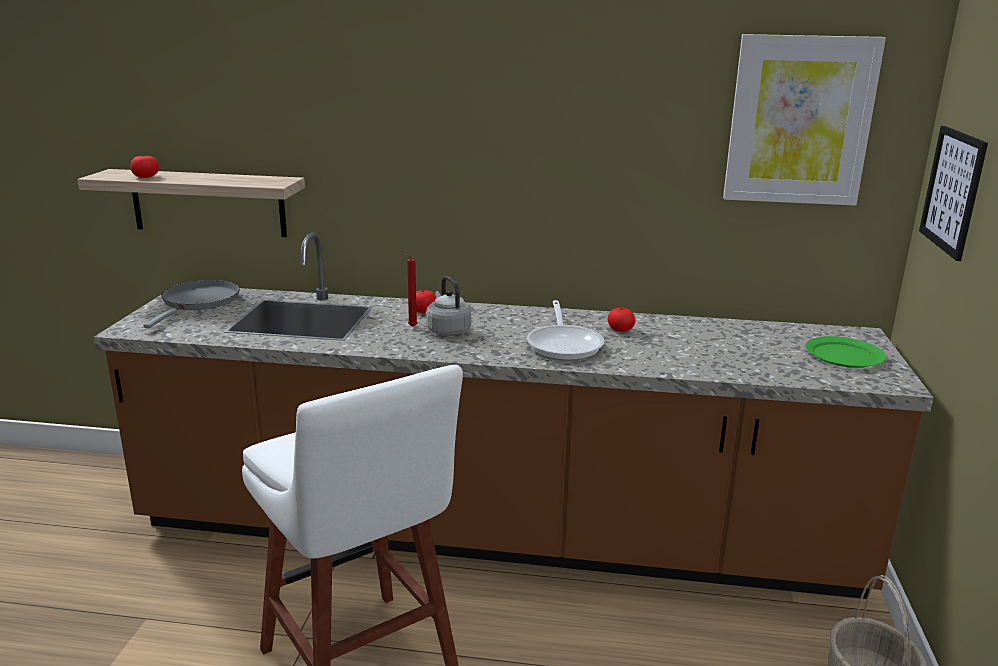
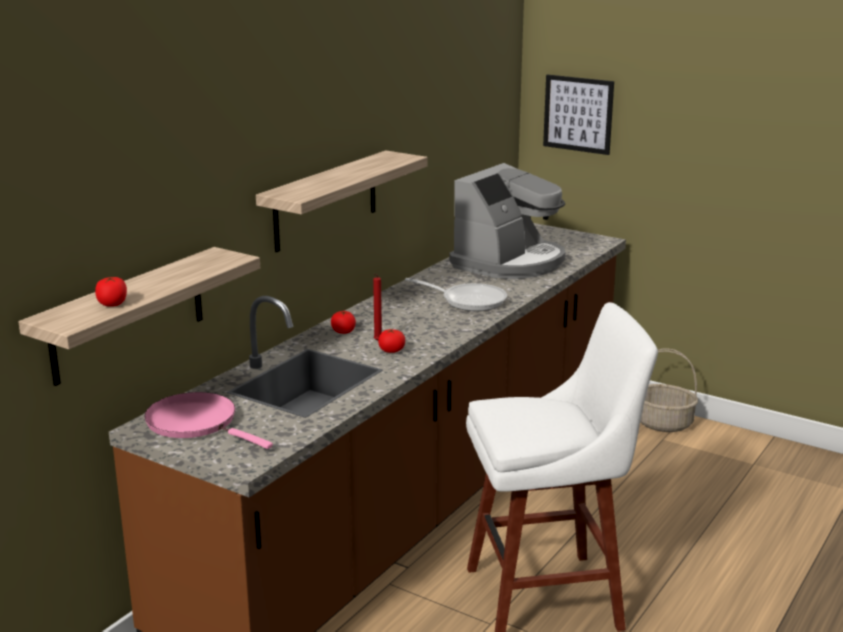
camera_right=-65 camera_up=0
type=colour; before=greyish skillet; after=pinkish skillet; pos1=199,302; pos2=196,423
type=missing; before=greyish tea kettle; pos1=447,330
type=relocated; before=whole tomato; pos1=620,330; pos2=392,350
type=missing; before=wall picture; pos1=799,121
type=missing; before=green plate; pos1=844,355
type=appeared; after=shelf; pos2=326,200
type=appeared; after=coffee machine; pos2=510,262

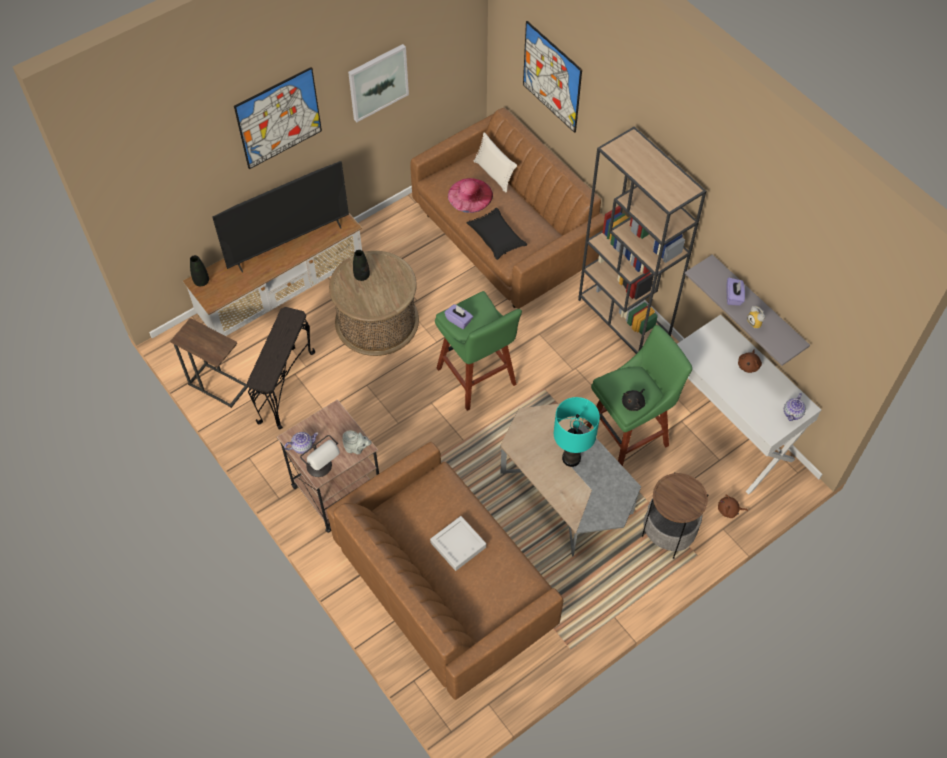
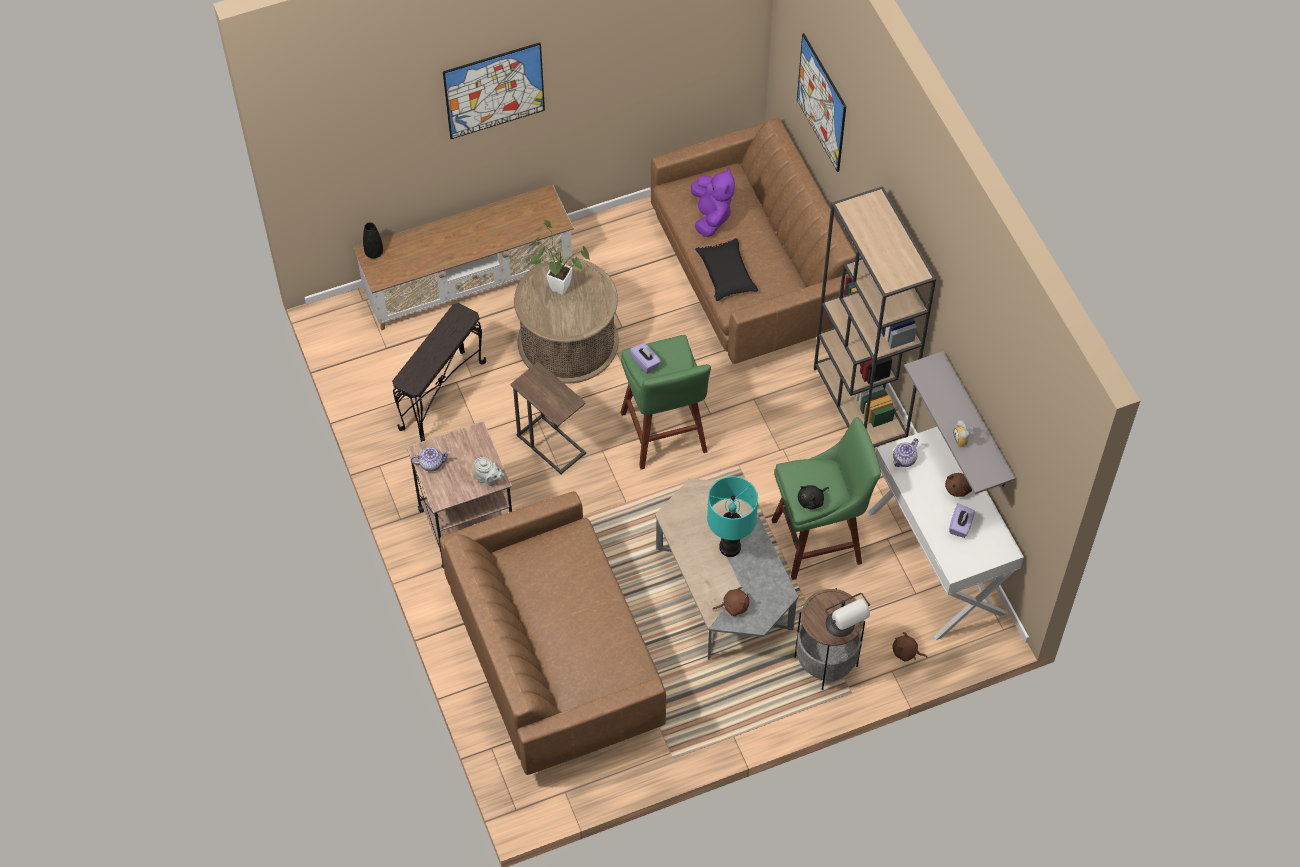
camera_right=15 camera_up=0
type=relocated; before=brownish side table; pos1=217,385; pos2=550,444
type=missing; before=TV set; pos1=289,244
type=relocated; before=lamp for a table; pos1=323,469; pos2=844,628
type=missing; before=wall picture; pos1=378,82
type=exchanged; before=blackish flower vase; after=potted plant; pos1=362,276; pos2=556,286
type=missing; before=greyish serving tray; pos1=458,545
type=exchanged; before=pinkish hat; after=purplish cuddly toy; pos1=470,195; pos2=711,216
type=missing; before=white-coloured cushion; pos1=494,174
type=relocated; before=purplish tissue box; pos1=733,297; pos2=960,526
type=relocated; before=teapot; pos1=793,413; pos2=904,460
type=appeared; after=brownish cuddly toy; pos2=733,606

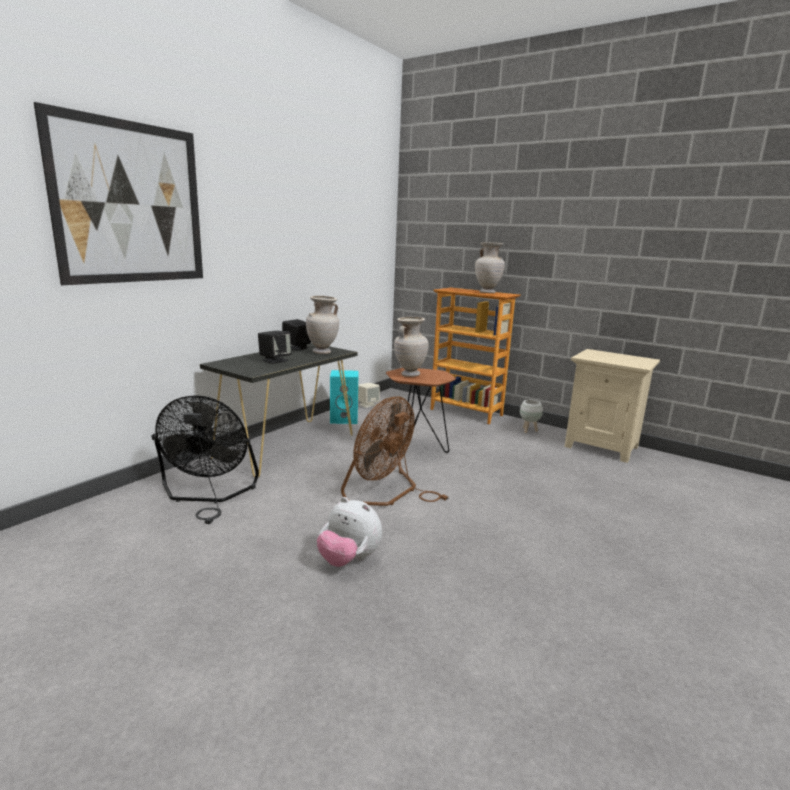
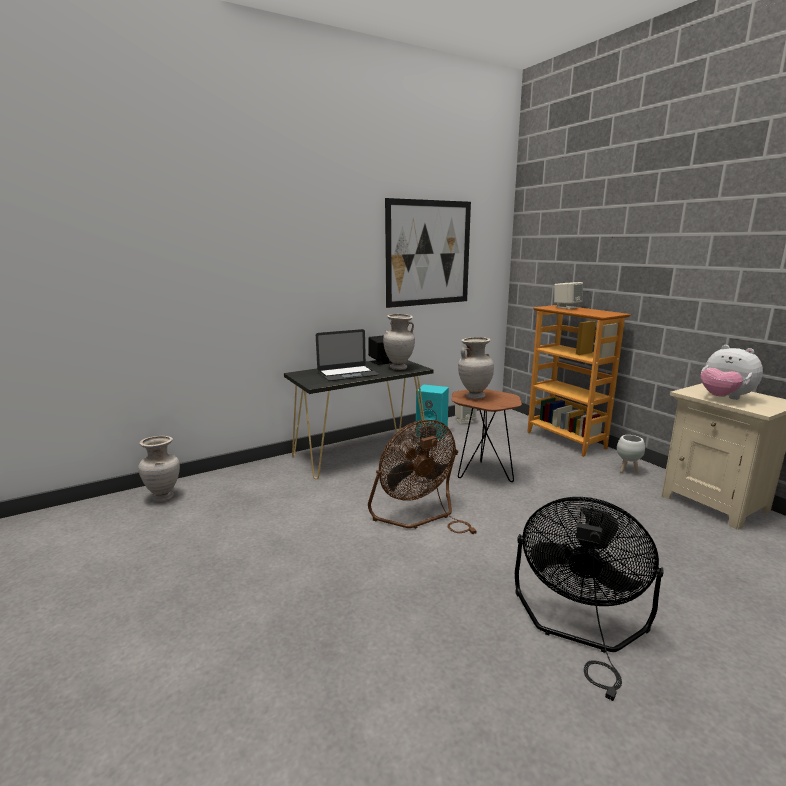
camera_right=25 camera_up=0
type=relocated; before=wall picture; pos1=131,203; pos2=428,253
type=relocated; before=blackish cooling fan; pos1=205,495; pos2=581,630
type=exchanged; before=blackish speaker; after=laptop; pos1=275,360; pos2=347,373
type=relocated; before=cuddly toy; pos1=349,560; pos2=724,398
type=relocated; before=sand-coloured flower vase; pos1=487,293; pos2=164,497
type=appeared; after=sand-coloured speaker; pos2=566,307

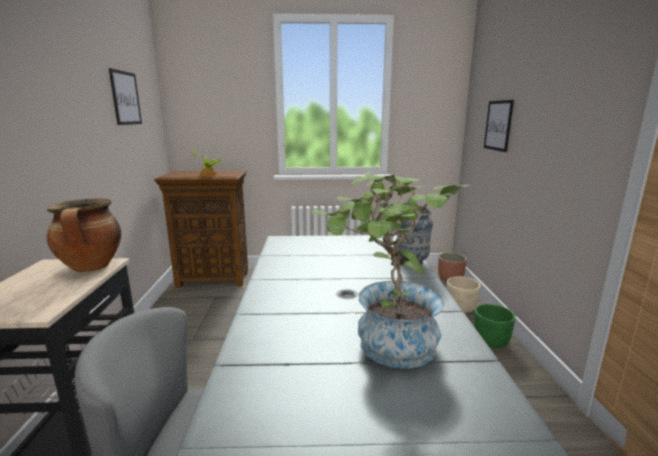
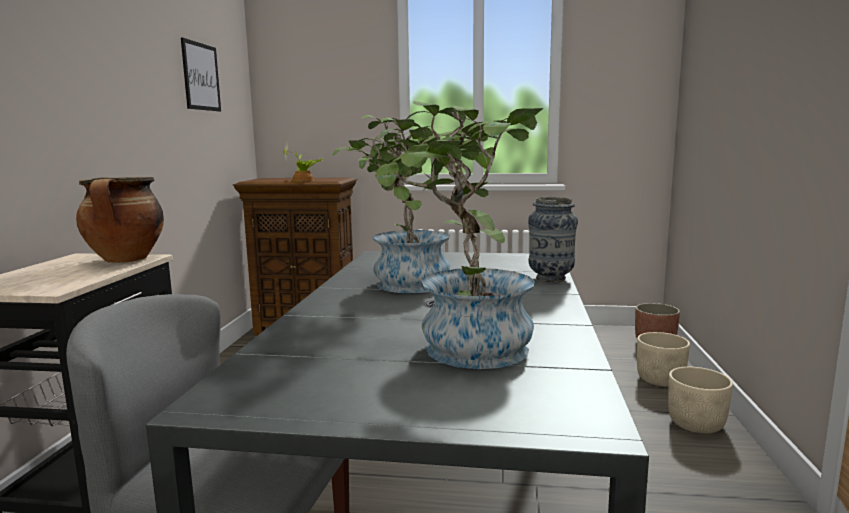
camera_right=10 camera_up=-5
type=colour; before=green planter; after=sand-coloured planter; pos1=490,341; pos2=695,424
type=missing; before=wall picture; pos1=498,125
type=appeared; after=potted plant; pos2=402,282

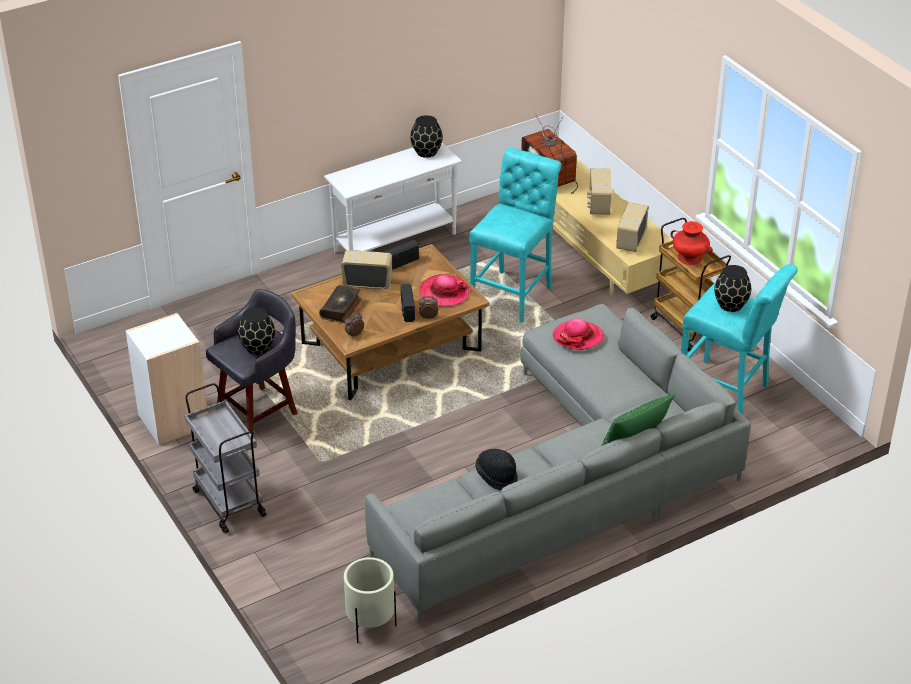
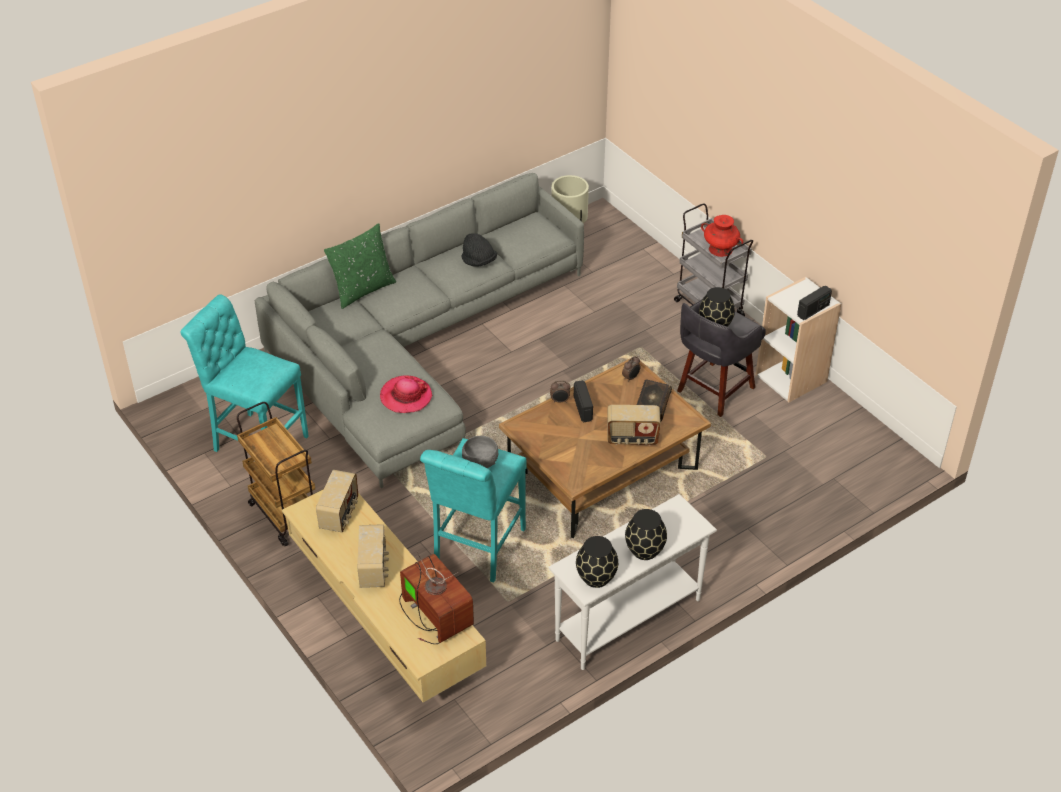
camera_right=175 camera_up=5
type=relocated; before=radio set; pos1=401,262; pos2=813,310
type=missing; before=hat; pos1=444,293
type=relocated; before=red flower vase; pos1=689,258; pos2=720,249
type=relocated; before=blackish flower vase; pos1=730,305; pos2=645,550
type=appeared; after=greyish serving bowl; pos2=480,462

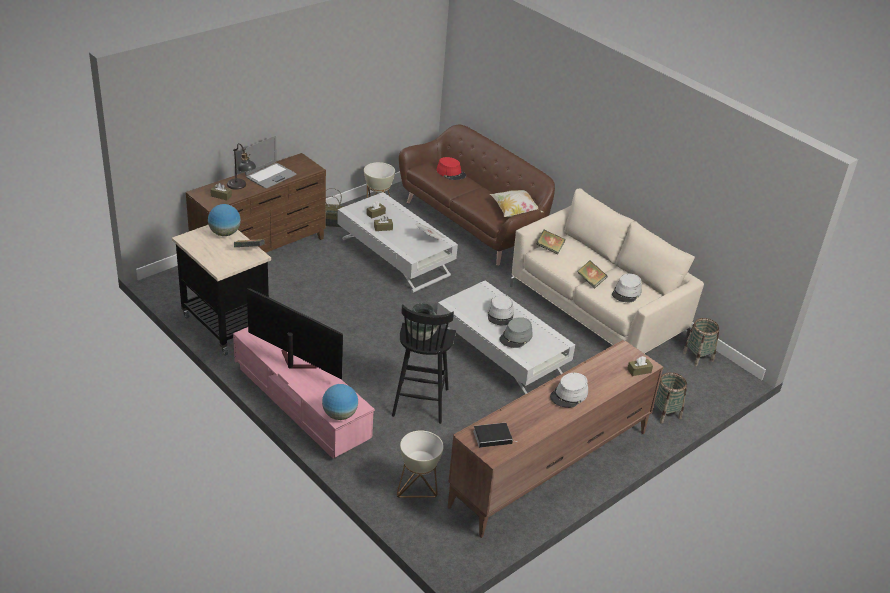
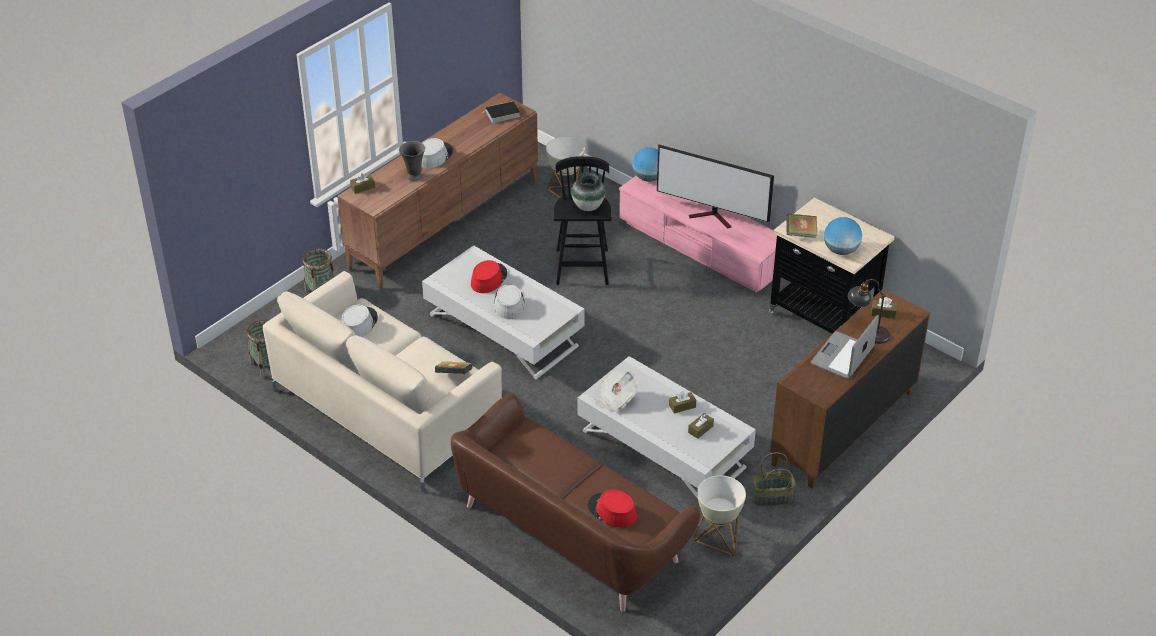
camera_right=175 camera_up=5
type=missing; before=cushion; pos1=515,212
type=colour; before=greyish hat; after=red hat; pos1=516,337; pos2=488,279
type=missing; before=book; pos1=591,281
type=appeared; after=greyish flower vase; pos2=413,177

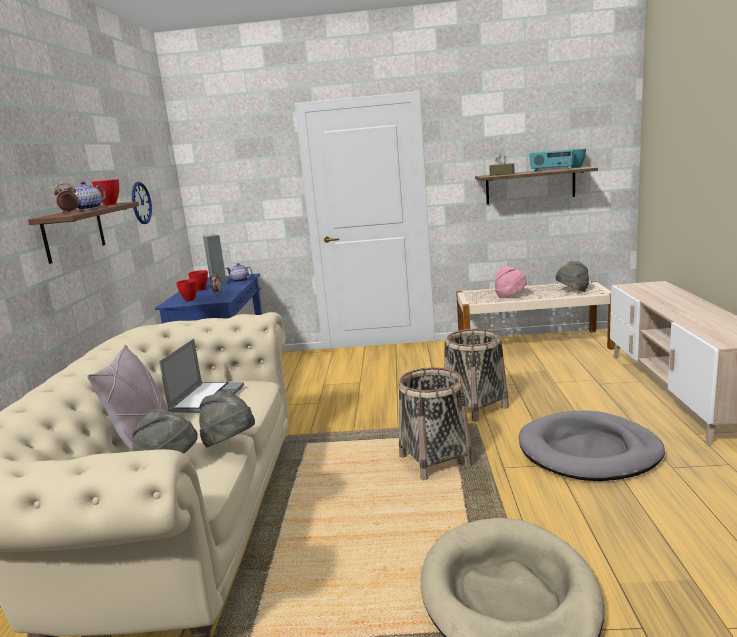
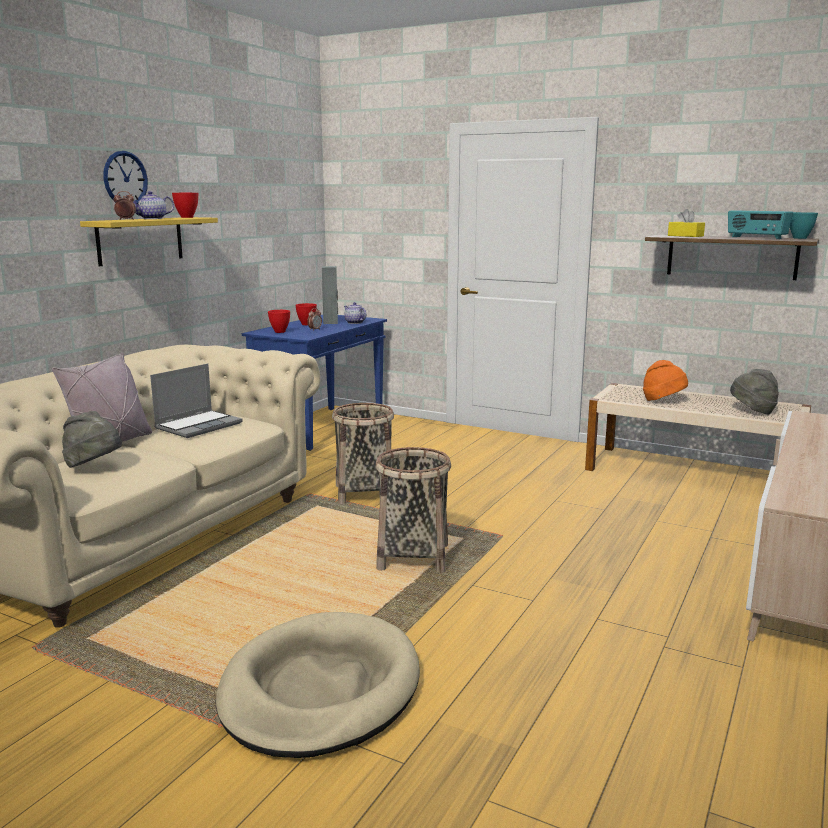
camera_right=25 camera_up=0
type=colour; before=brownish shelf; after=yellowish shelf; pos1=74,232; pos2=140,240
type=relocated; before=hanging clock; pos1=141,203; pos2=125,179
type=missing; before=greyish hat; pos1=231,444
type=relocated; before=storage basket; pos1=475,407; pos2=364,493
type=colour; before=brownish tissue box; after=yellowish tissue box; pos1=502,174; pos2=685,236
type=colour; before=pinkish hat; after=orange hat; pos1=510,296; pos2=663,401
type=missing; before=greyish dog cushion; pos1=589,451

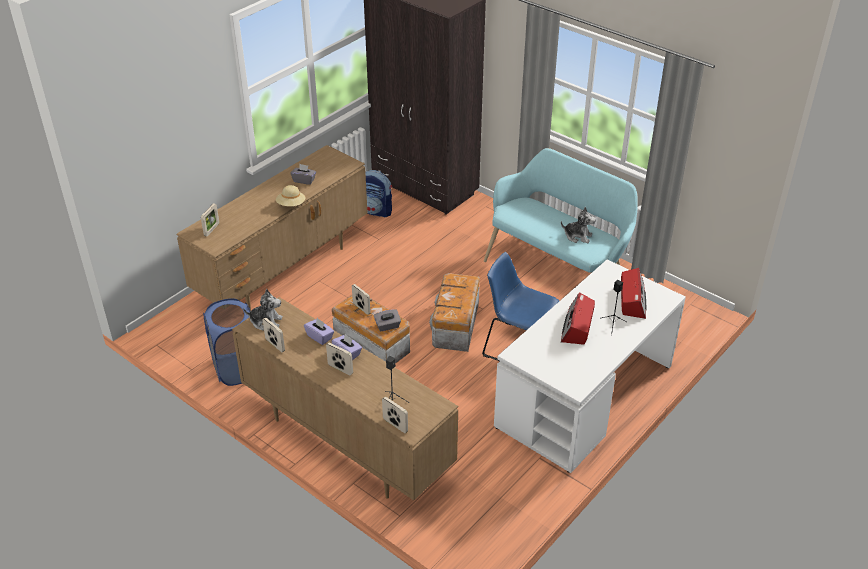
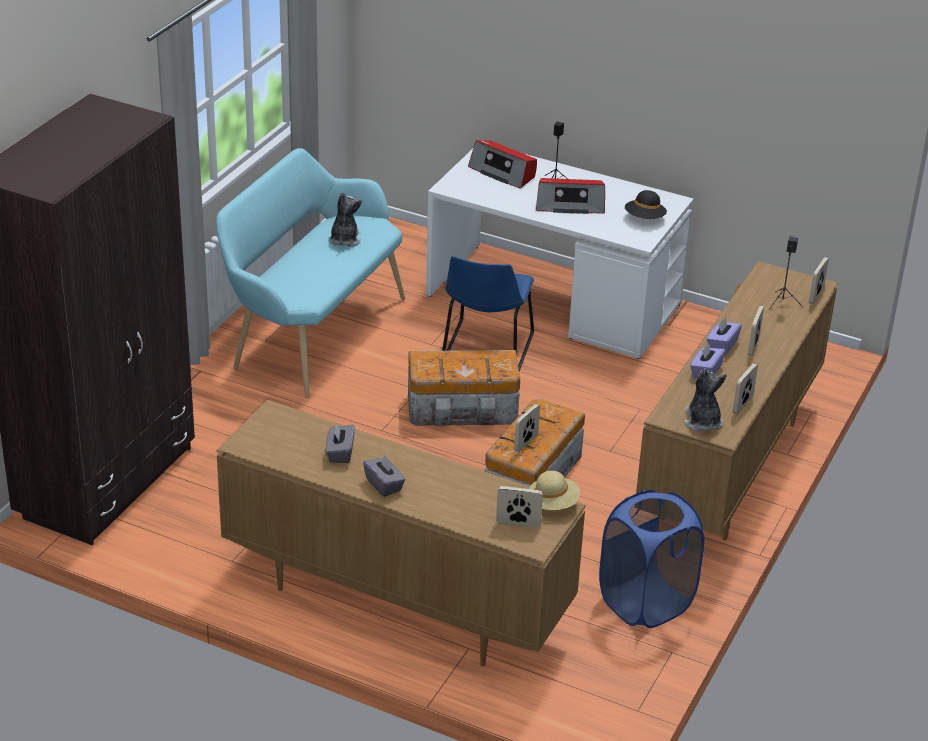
camera_right=-105 camera_up=-5
type=relocated; before=sand-coloured hat; pos1=291,204; pos2=553,503
type=missing; before=backpack; pos1=376,211
type=relocated; before=greyish tissue box; pos1=387,326; pos2=384,485
type=spun; before=radio set; pos1=632,300; pos2=503,172; turn=-135
type=appeared; after=blackish hat; pos2=644,218

